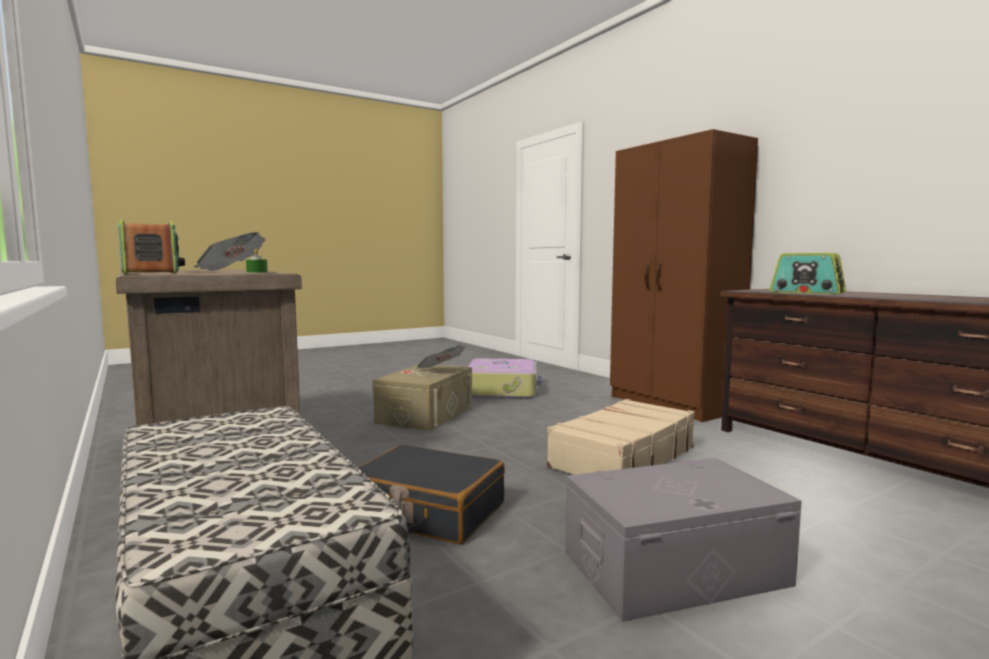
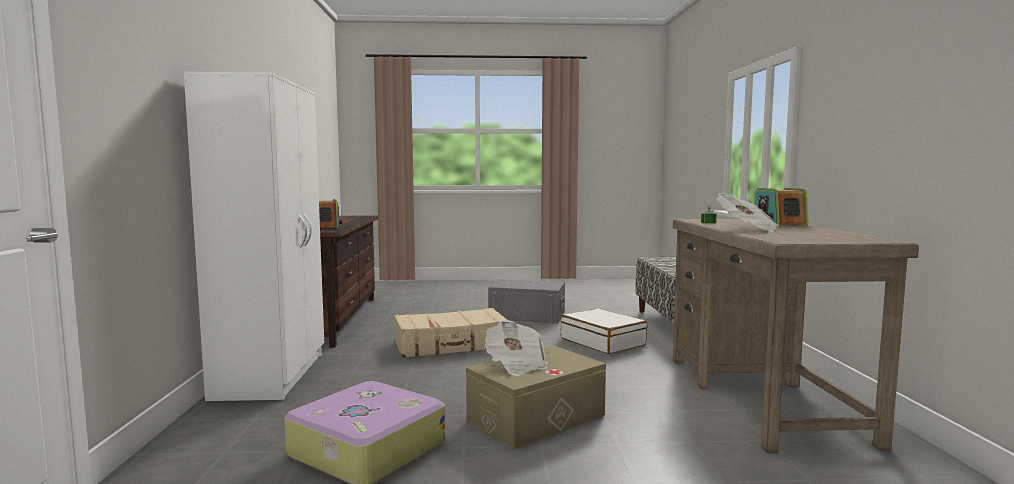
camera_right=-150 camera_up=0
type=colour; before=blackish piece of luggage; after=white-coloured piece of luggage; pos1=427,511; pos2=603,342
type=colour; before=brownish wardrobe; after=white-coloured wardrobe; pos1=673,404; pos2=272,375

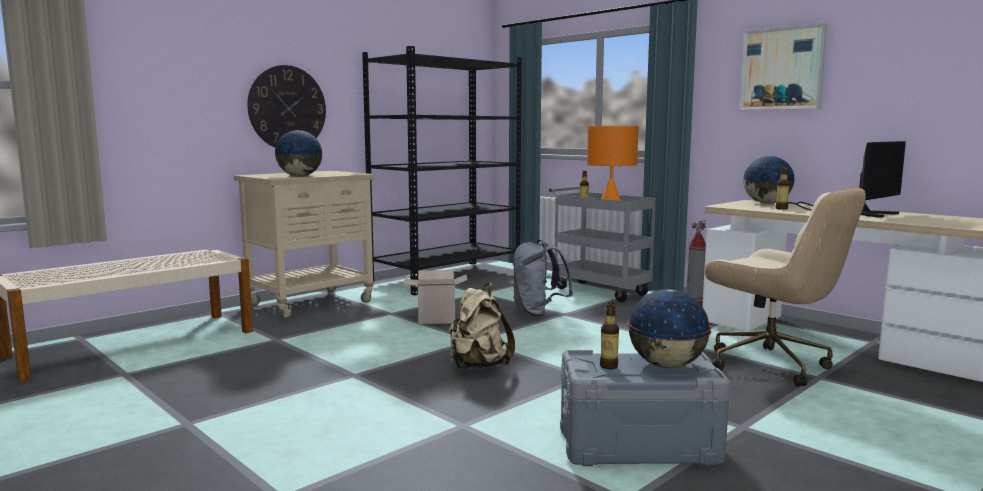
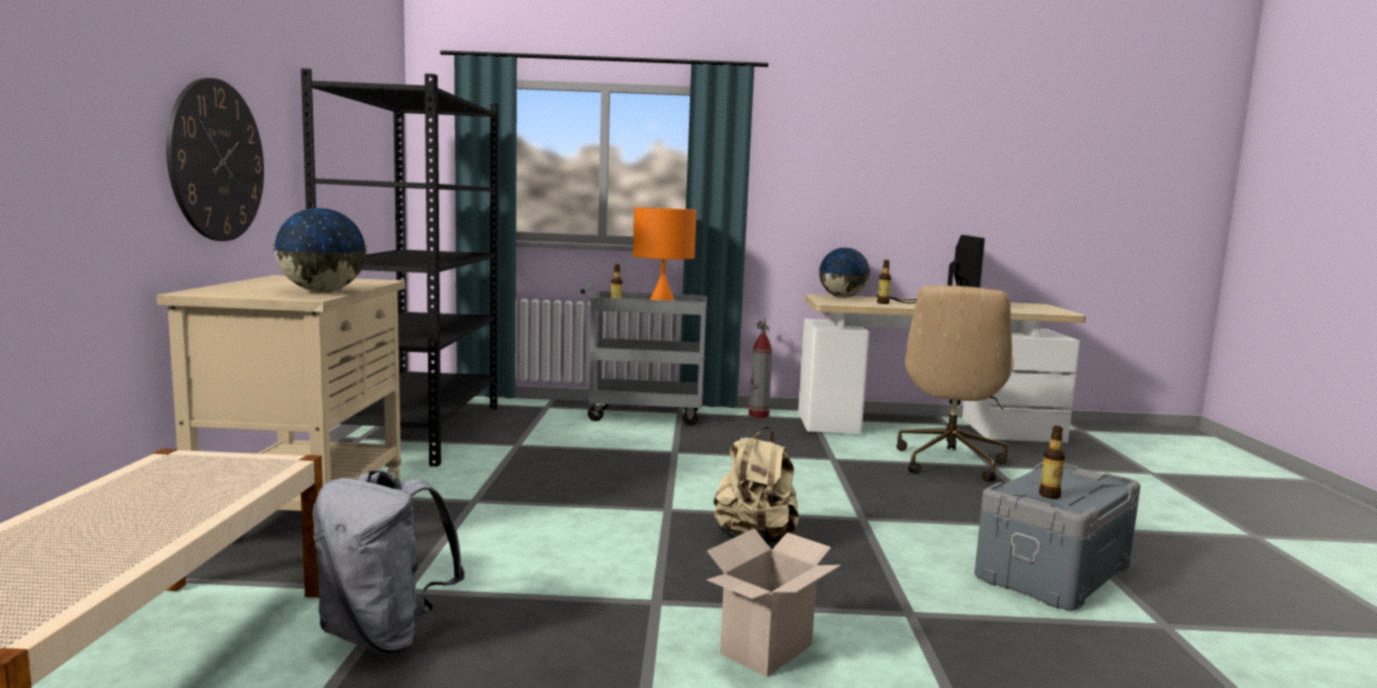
camera_right=-45 camera_up=0
type=relocated; before=packing box; pos1=435,320; pos2=767,651
type=relocated; before=greyish backpack; pos1=538,313; pos2=384,635
type=missing; before=desk globe; pos1=667,365
type=spun; before=sand-coloured computer chair; pos1=772,366; pos2=948,465; turn=105
type=missing; before=wall picture; pos1=782,68

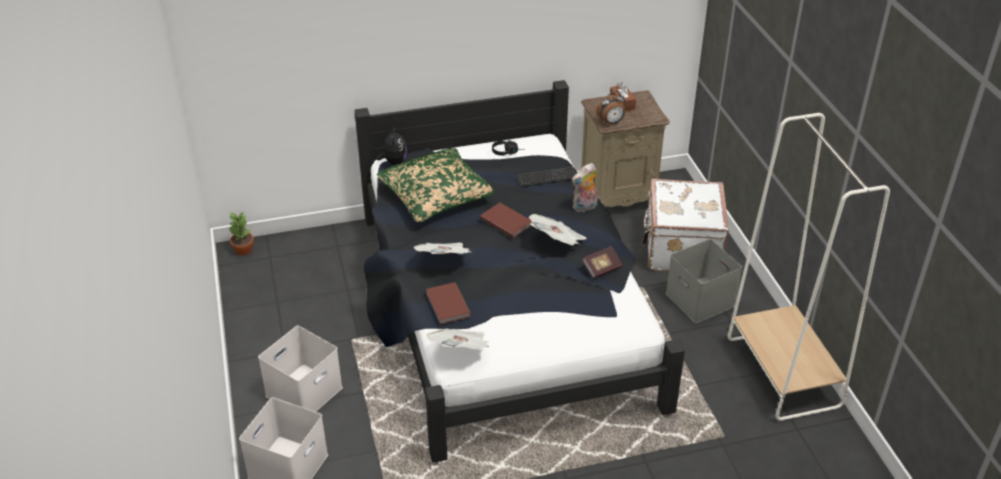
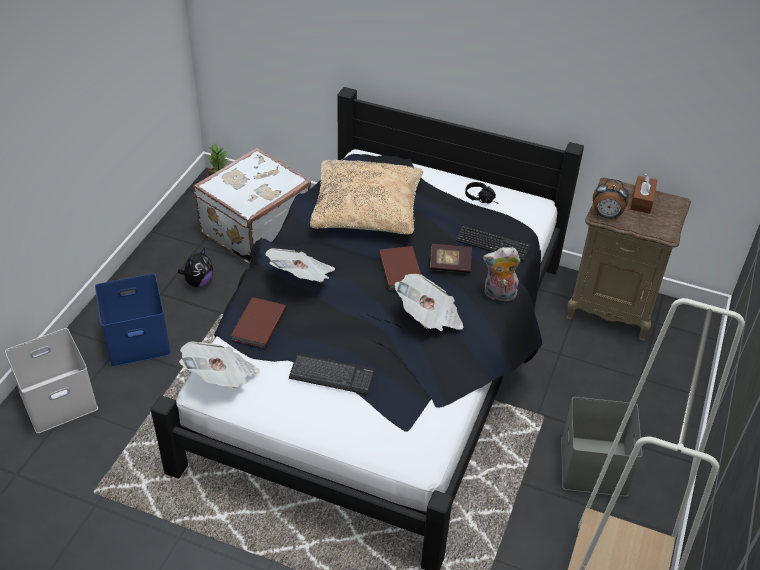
camera_right=35 camera_up=5
type=colour; before=white-coloured storage box; after=blue storage box; pos1=304,390; pos2=138,338
type=relocated; before=cuddly toy; pos1=393,162; pos2=198,282
type=colour; before=green cushion; after=sand-coloured cushion; pos1=437,195; pos2=367,209
type=relocated; before=book; pos1=602,268; pos2=450,265
type=relocated; before=white-coloured piece of luggage; pos1=681,248; pos2=253,229
type=appeared; after=keyboard; pos2=331,375

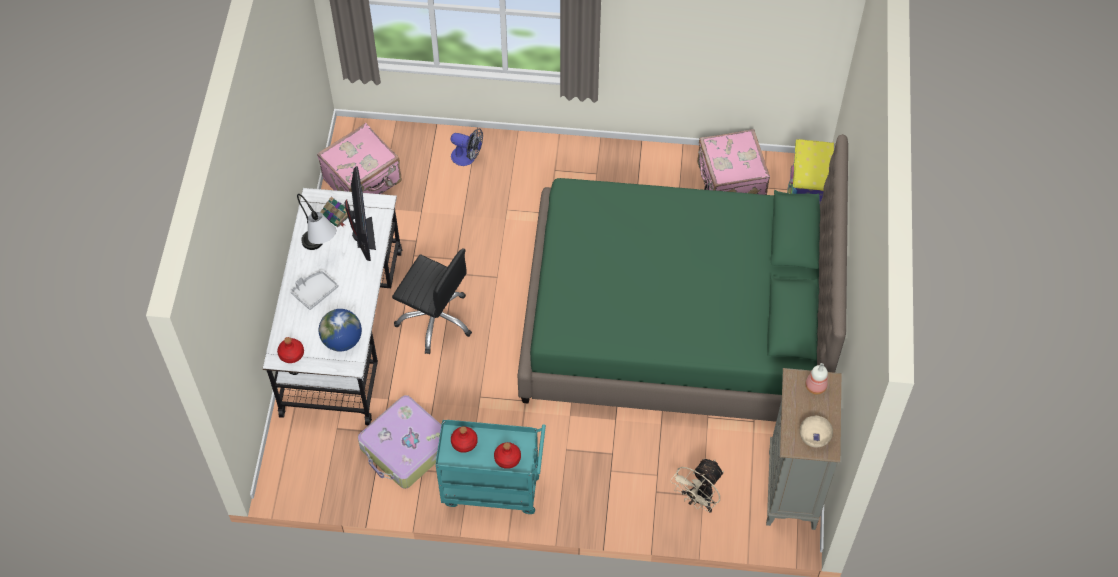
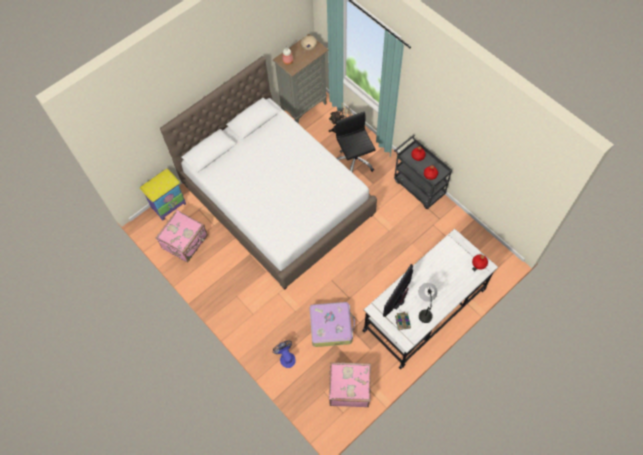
camera_right=-135 camera_up=5
type=missing; before=greyish serving tray; pos1=314,292
type=missing; before=desk globe; pos1=342,340
type=relocated; before=piece of luggage; pos1=406,448; pos2=331,326
type=relocated; before=blackish computer chair; pos1=435,319; pos2=354,161
type=colour; before=blue-green cart; after=greyish cart; pos1=494,492; pos2=417,188
type=colour; before=green sleeping bed; after=white-coloured sleeping bed; pos1=675,322; pos2=277,199

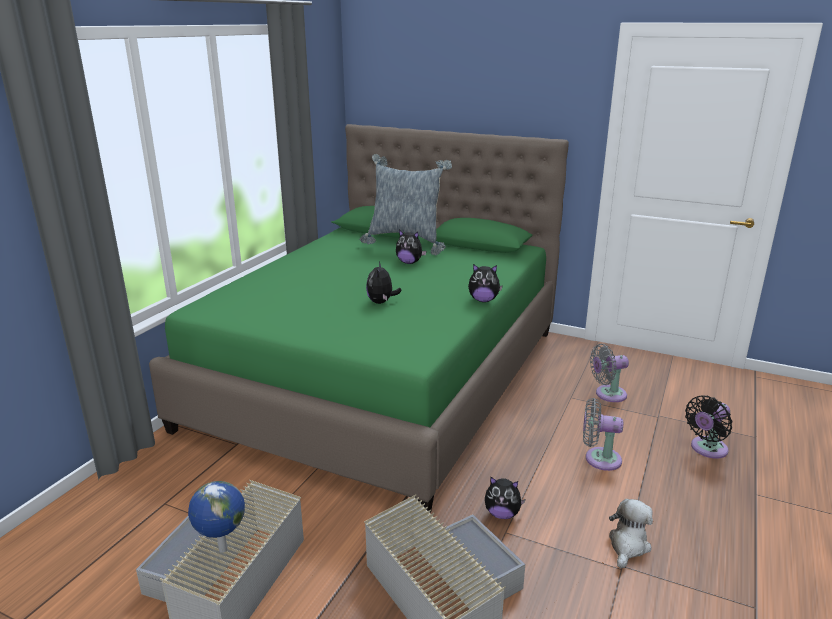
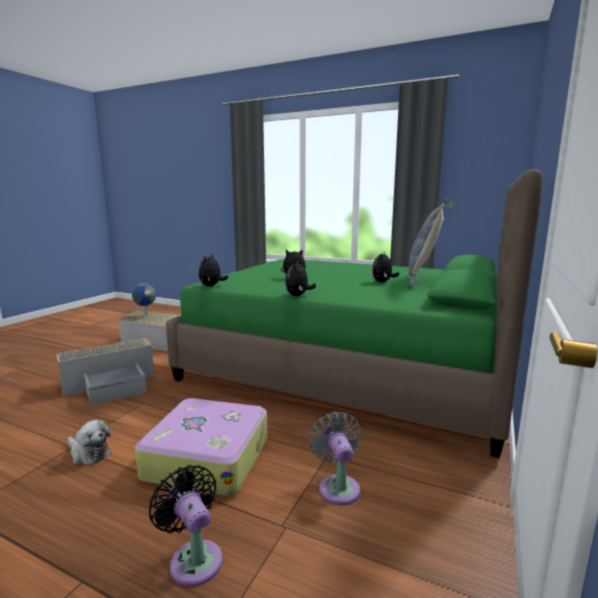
camera_right=90 camera_up=-10
type=relocated; before=cuddly toy; pos1=502,514; pos2=211,286
type=exchanged; before=greyish cooling fan; after=piece of luggage; pos1=598,458; pos2=207,457

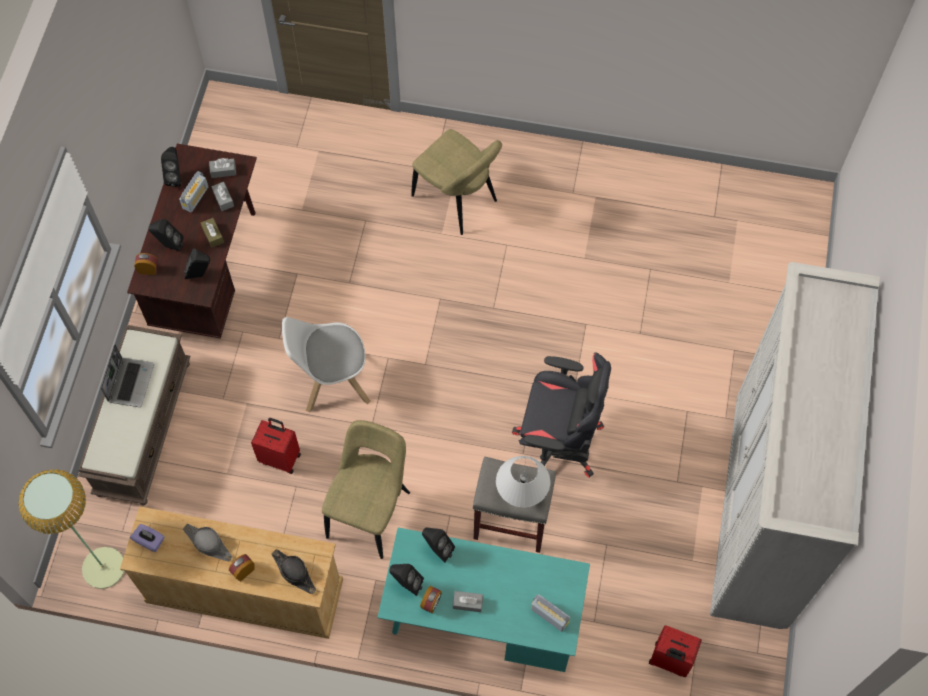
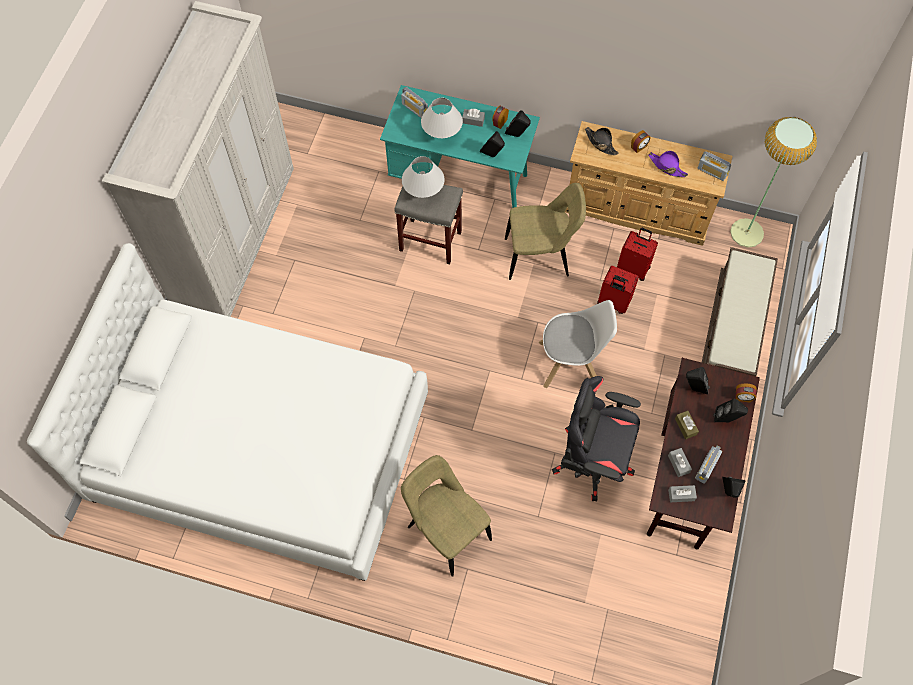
camera_right=-175 camera_up=0
type=missing; before=laptop; pos1=130,382
type=exchanged; before=purplish tissue box; after=radio set; pos1=149,541; pos2=712,172
type=colour; before=greyish hat; after=purplish hat; pos1=208,544; pos2=666,166
type=spun; before=sand-coloured chair; pos1=371,511; pos2=540,257; turn=-120
type=relocated; before=blackish computer chair; pos1=557,442; pos2=593,461
type=relocated; before=red piece of luggage; pos1=669,660; pos2=633,268
type=appeared; after=white-coloured sleeping bed; pos2=261,447
type=appeared; after=white-coloured lamp for a table; pos2=442,135

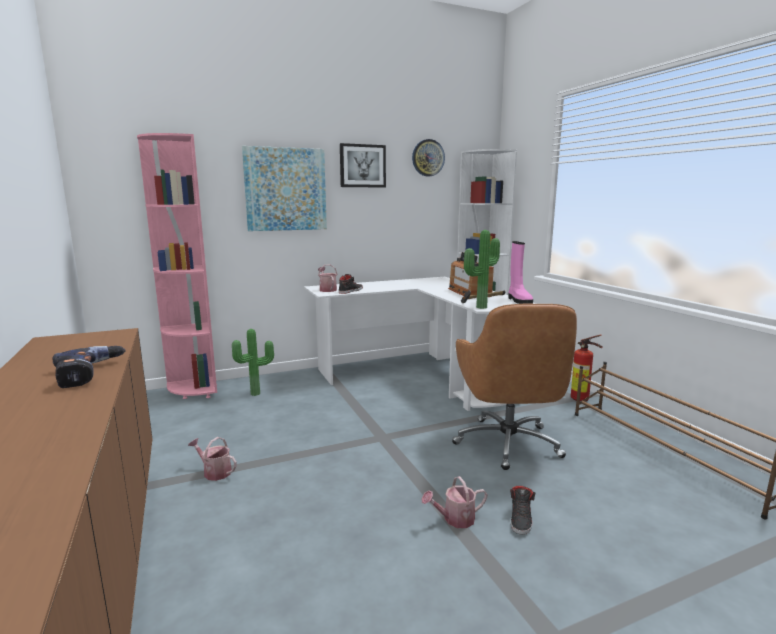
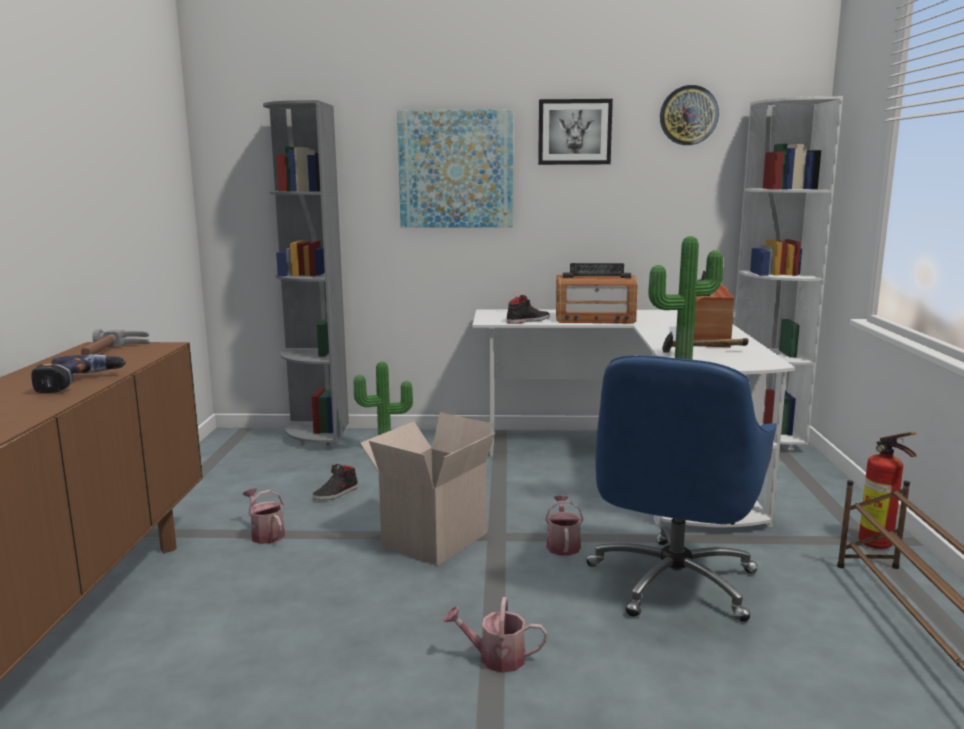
camera_right=25 camera_up=0
type=colour; before=pinkish shelving unit; after=greyish shelving unit; pos1=194,393; pos2=316,439
type=relocated; before=watering can; pos1=327,289; pos2=563,544
type=colour; before=brownish computer chair; after=blue computer chair; pos1=507,443; pos2=672,582
type=missing; before=pinkish high-top boot; pos1=518,300
type=relocated; before=blackish shoe; pos1=521,519; pos2=336,493
type=appeared; after=tool hammer; pos2=113,352
type=appeared; after=packing box; pos2=433,538
type=appeared; after=radio set; pos2=595,319

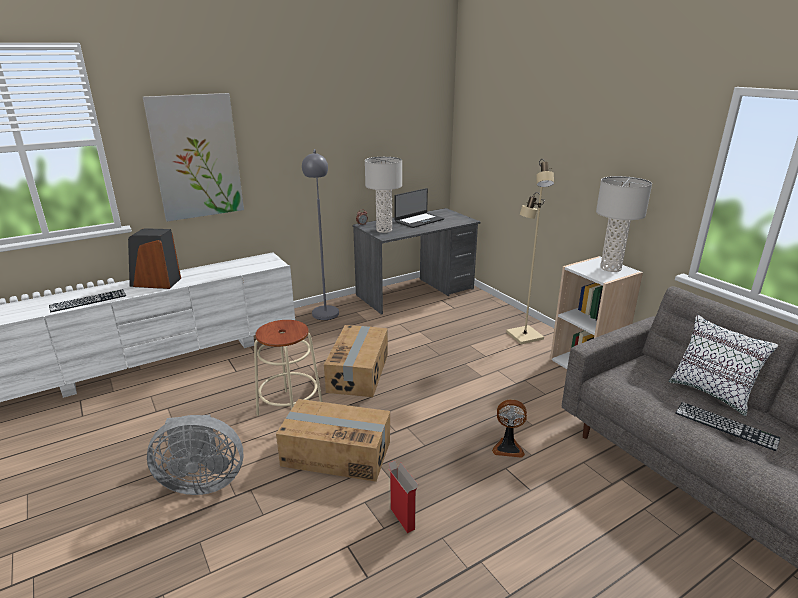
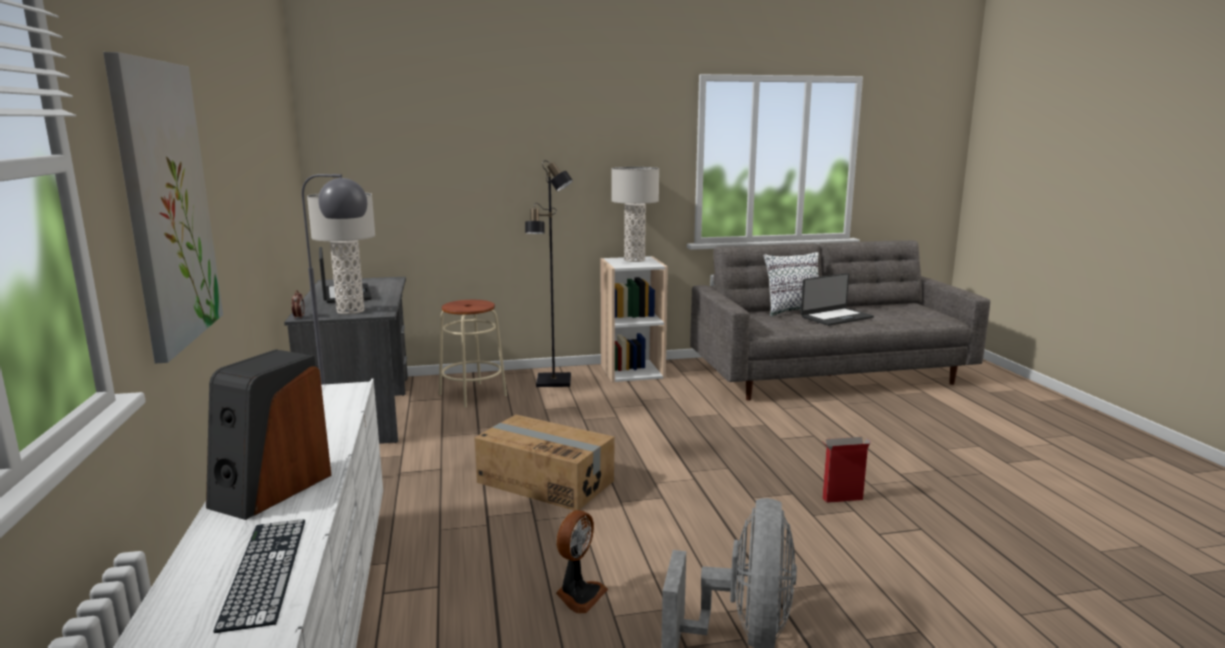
camera_right=-70 camera_up=-10
type=relocated; before=sand-coloured sitting stool; pos1=290,409; pos2=472,395
type=missing; before=packing box; pos1=336,453
type=relocated; before=cooling fan; pos1=508,447; pos2=579,595
type=colour; before=sand-coloured floor lamp; after=blackish floor lamp; pos1=524,335; pos2=553,381
type=exchanged; before=keyboard; after=laptop; pos1=725,425; pos2=836,317

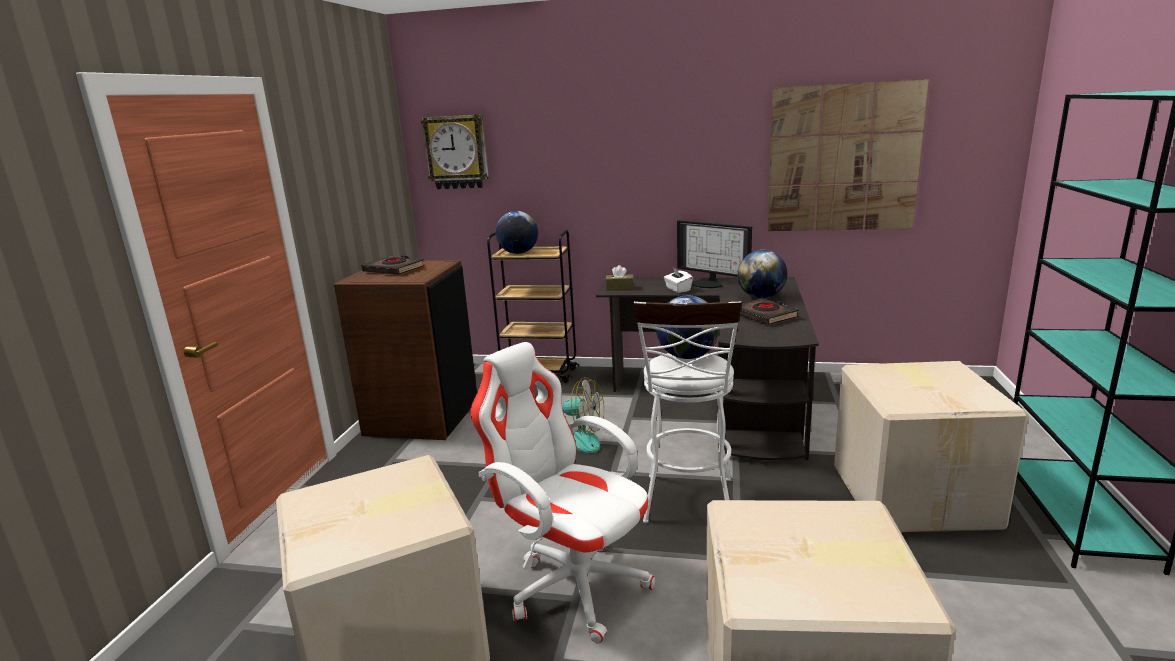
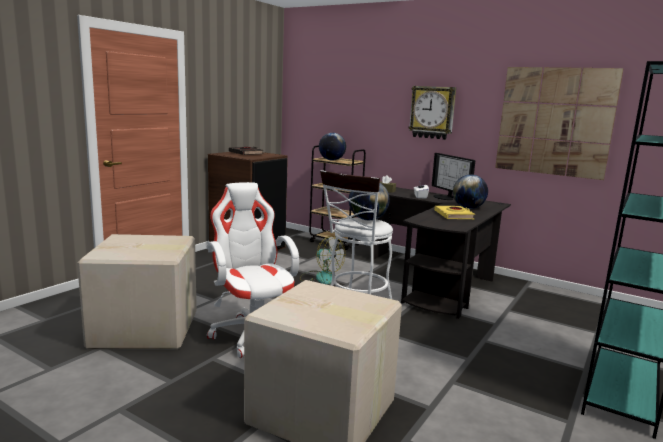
camera_right=20 camera_up=-5
type=relocated; before=hanging clock; pos1=457,152; pos2=432,112
type=colour; before=blackish book; after=yellowish book; pos1=764,316; pos2=453,215
type=missing; before=packing box; pos1=914,495

